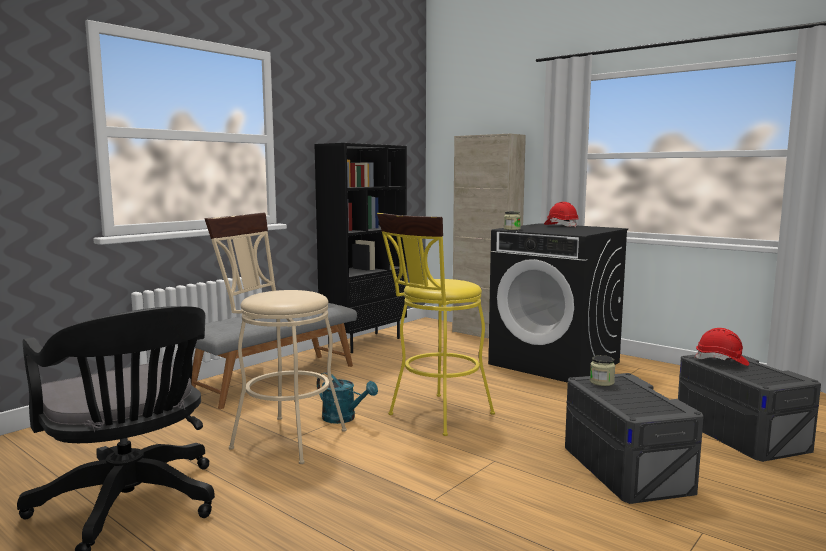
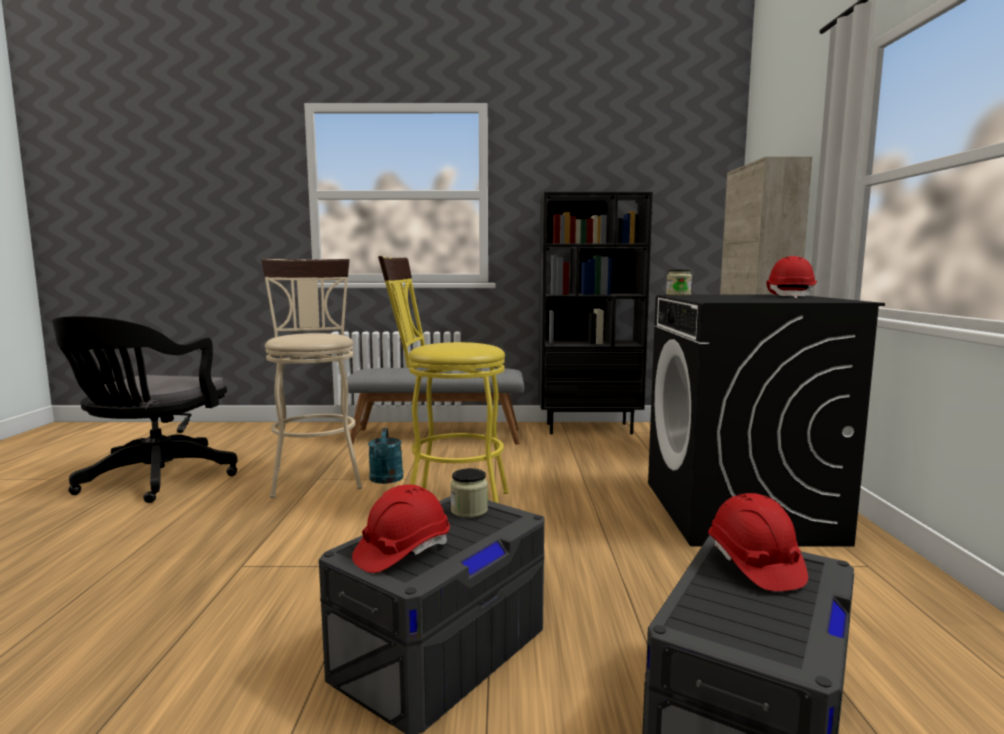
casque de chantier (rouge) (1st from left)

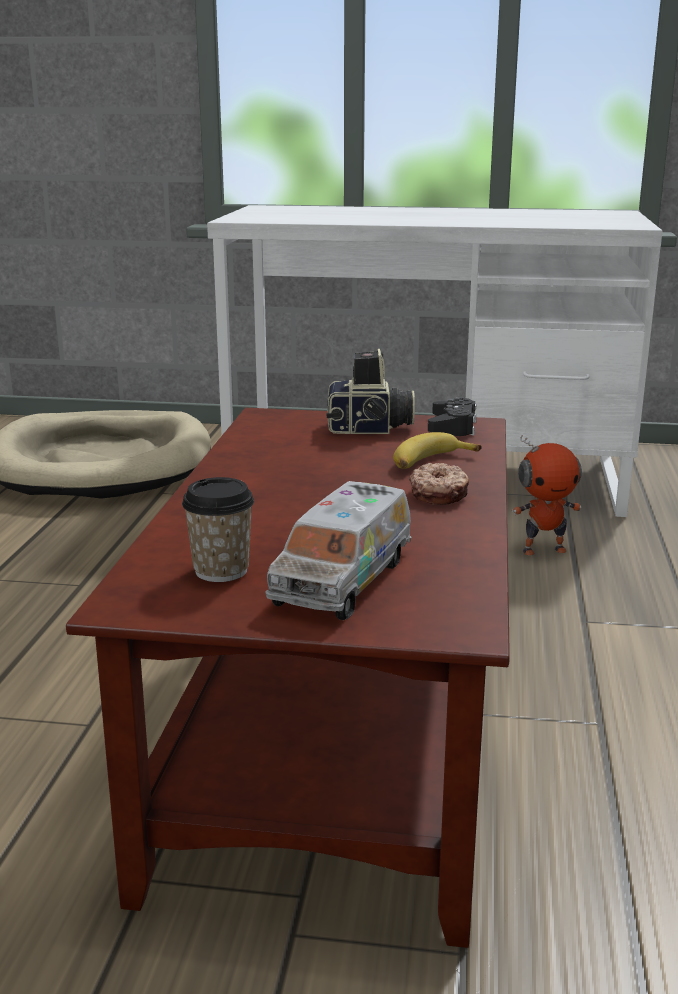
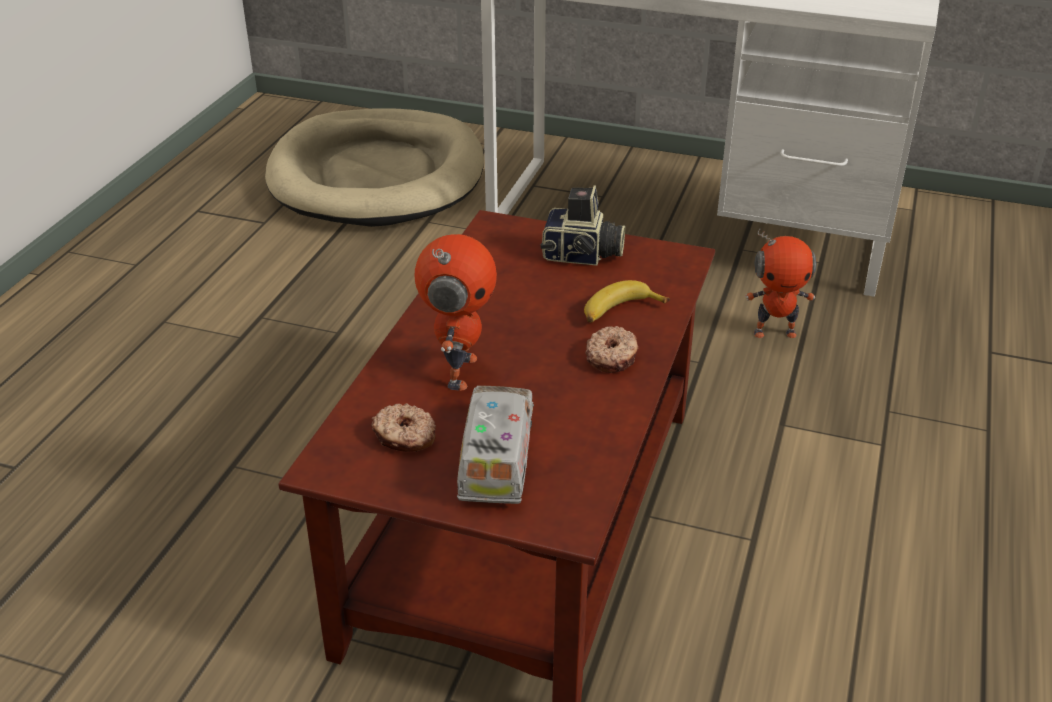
manette (noir)
robot jouet (1st from left)
beignet (1st from left)
camion jouet

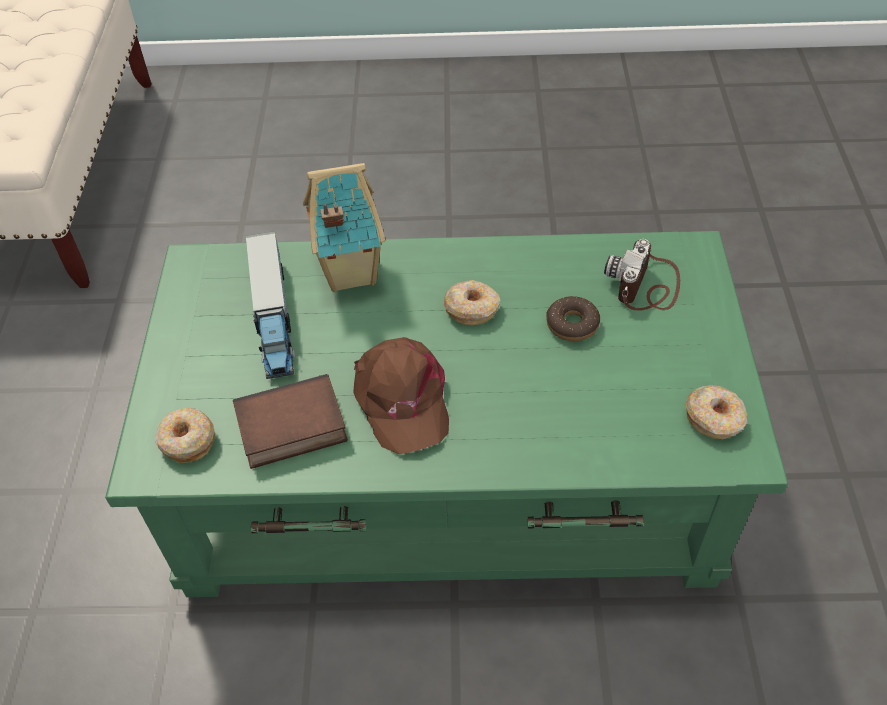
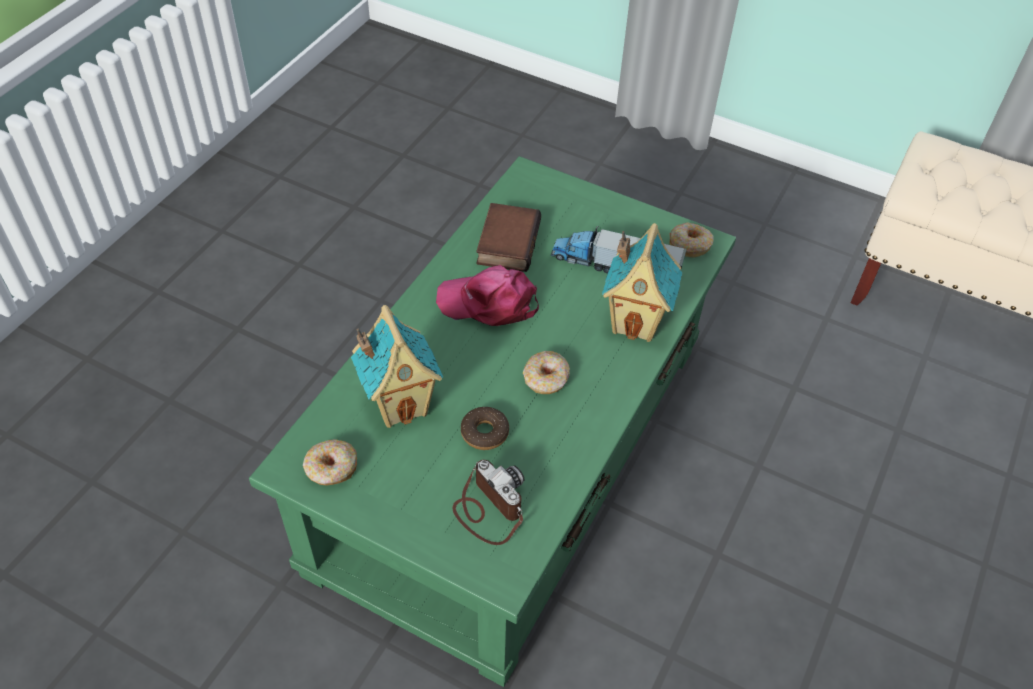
maison miniature (1st from left)
beignet (4th from left)
casquette (rose)

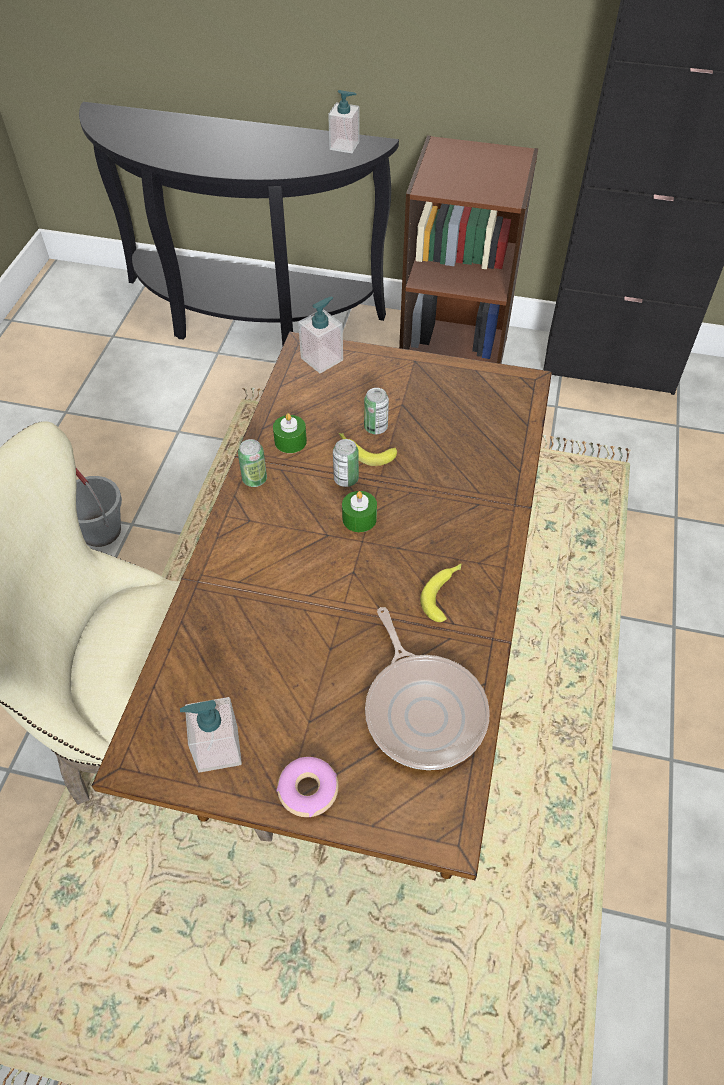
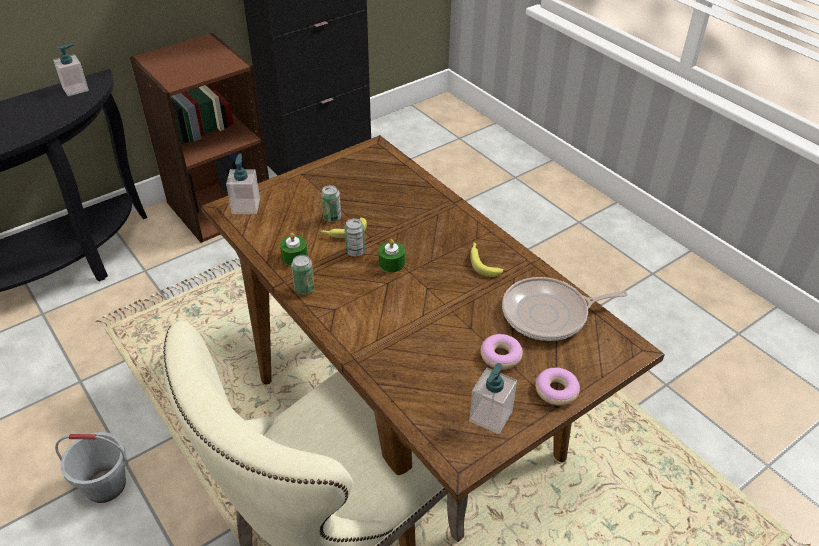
beignet (1st from left)
poêle

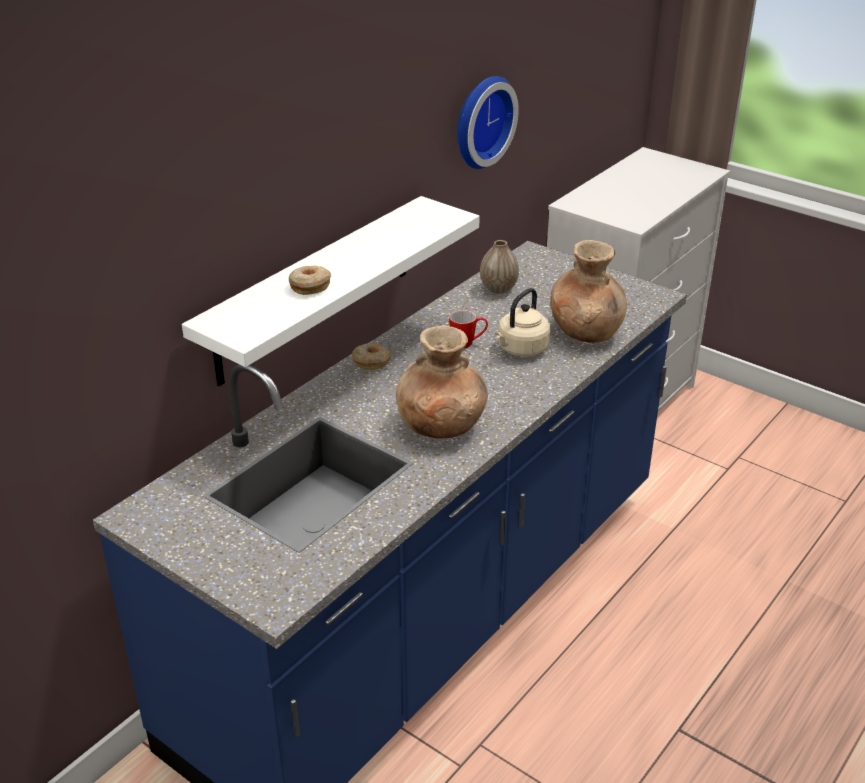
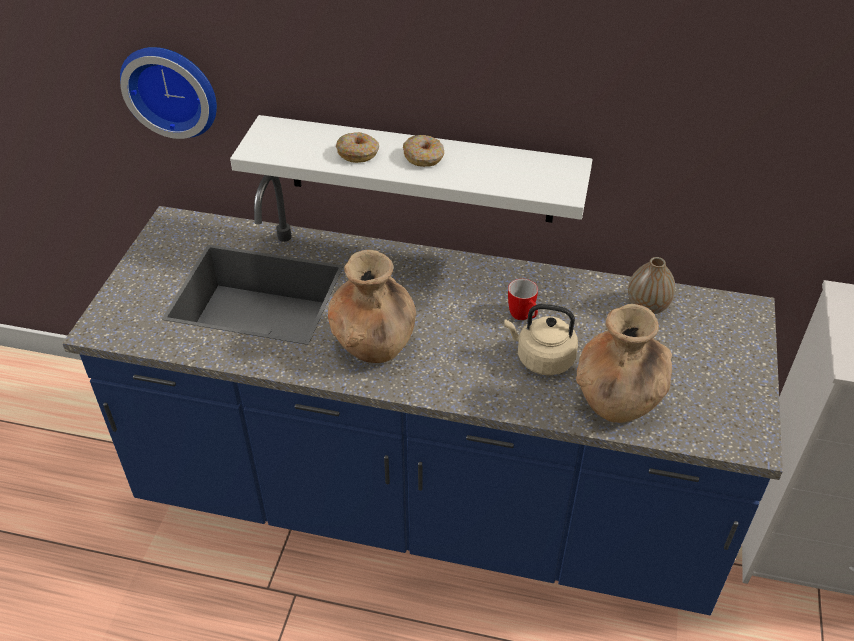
beignet (2nd from left)
horloge murale

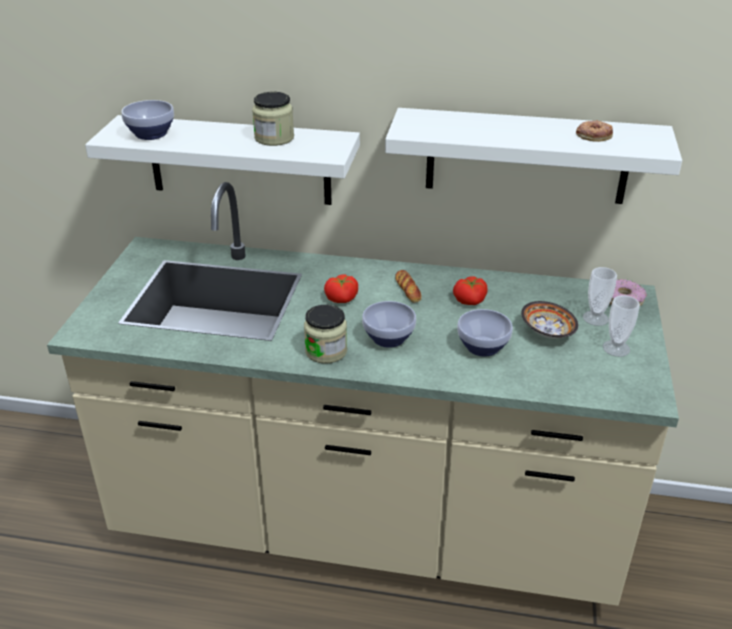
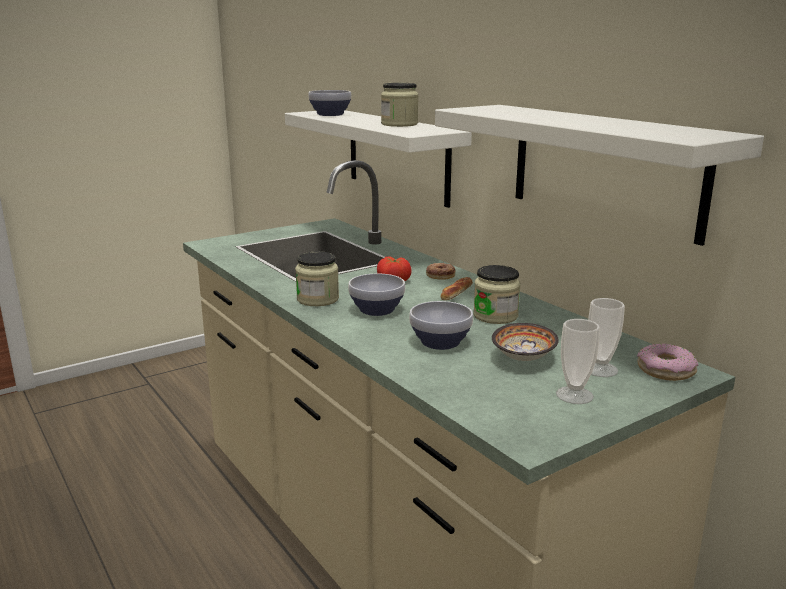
beignet (1st from left)
bocal (3rd from left)

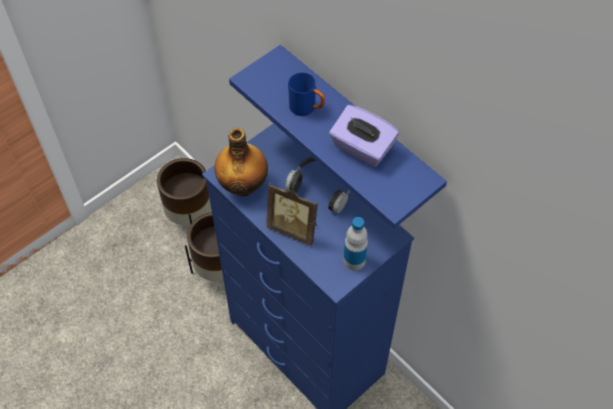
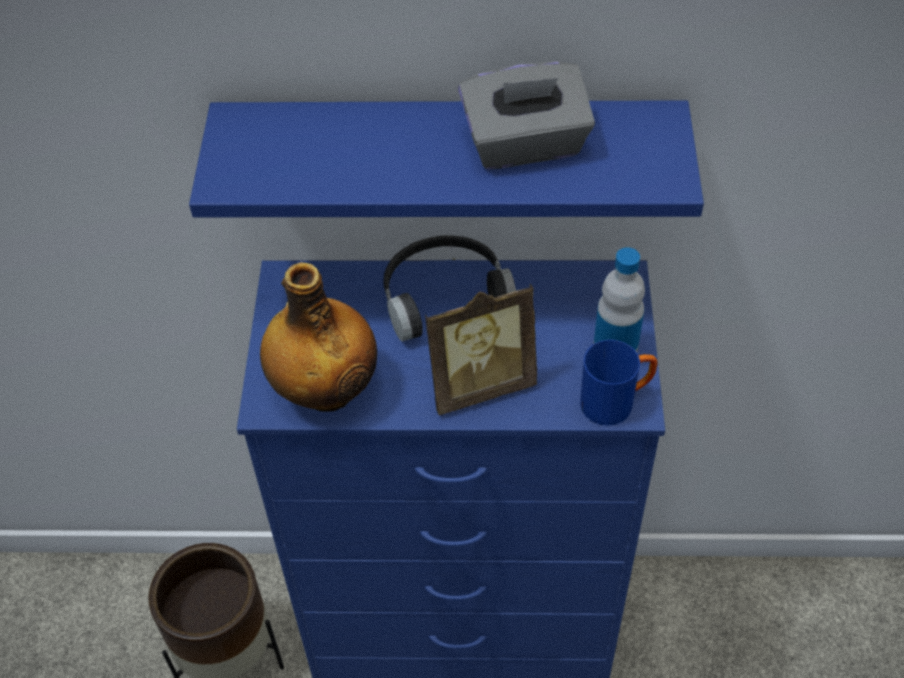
cache-pot (marron) (1st from left in the first image)
mug (bleu)
boîte à mouchoirs (gris)

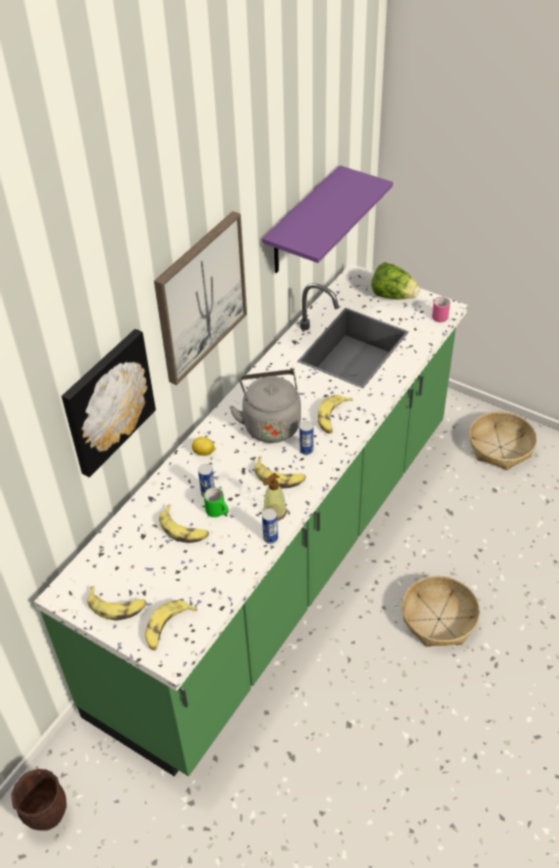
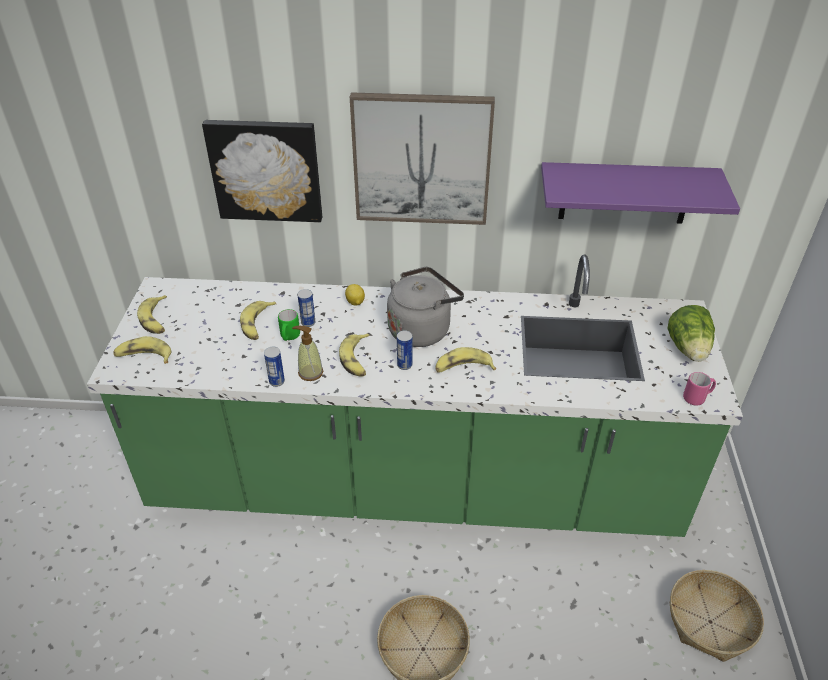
cache-pot (marron)

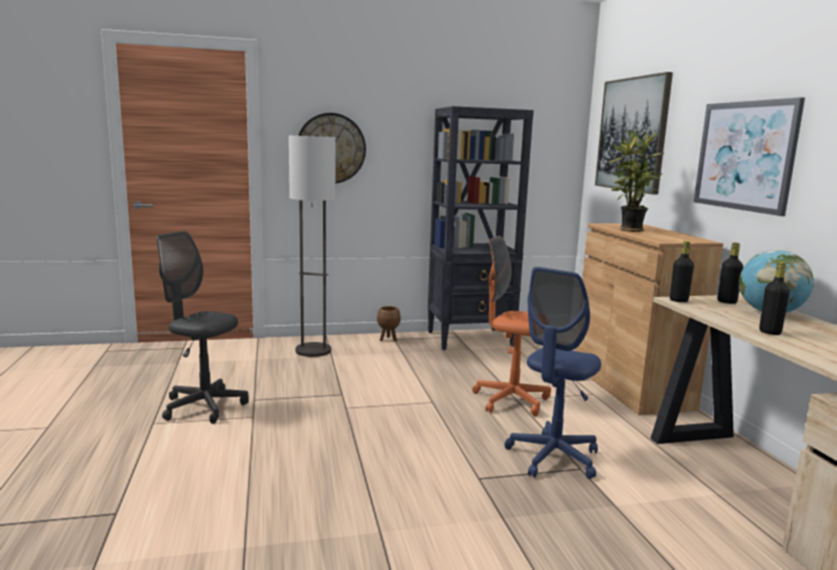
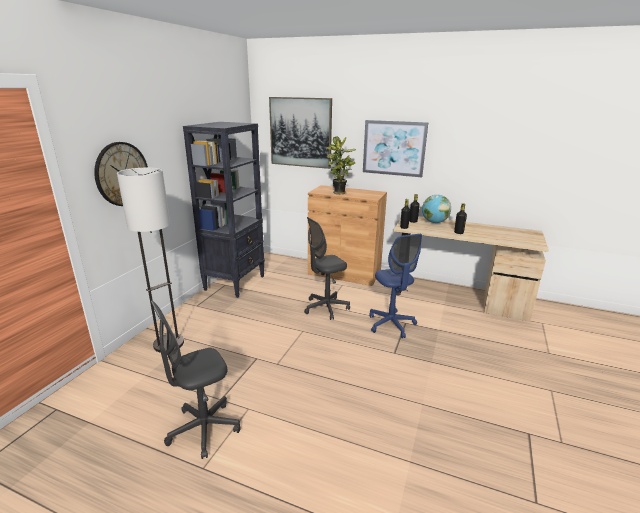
cache-pot (marron)
chaise de bureau (gris) (2nd from left)

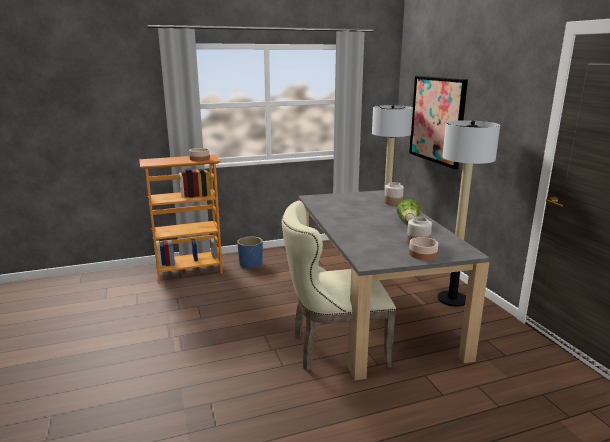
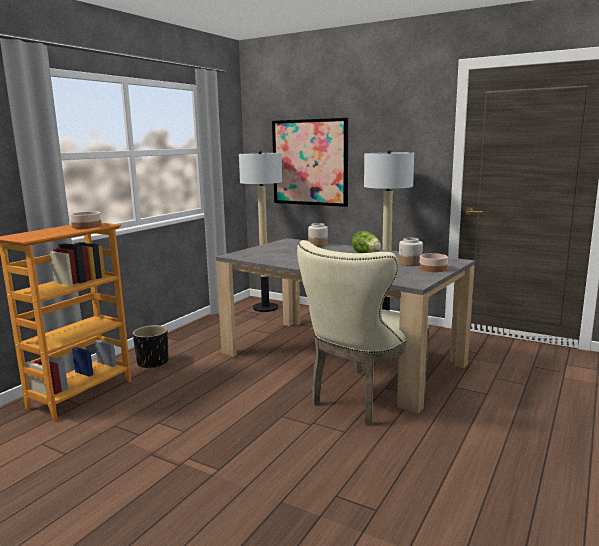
cache-pot (noir)

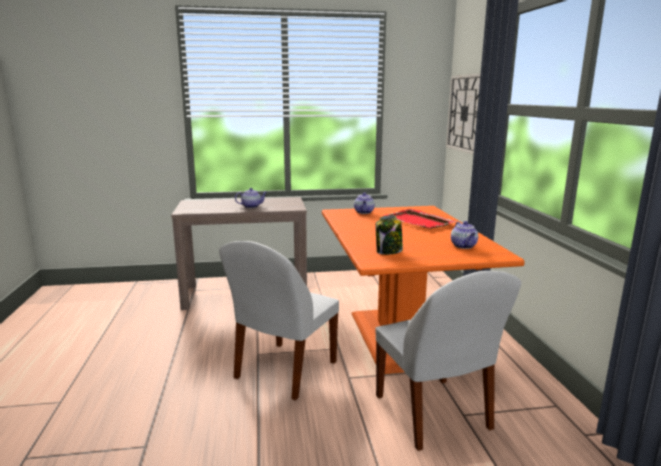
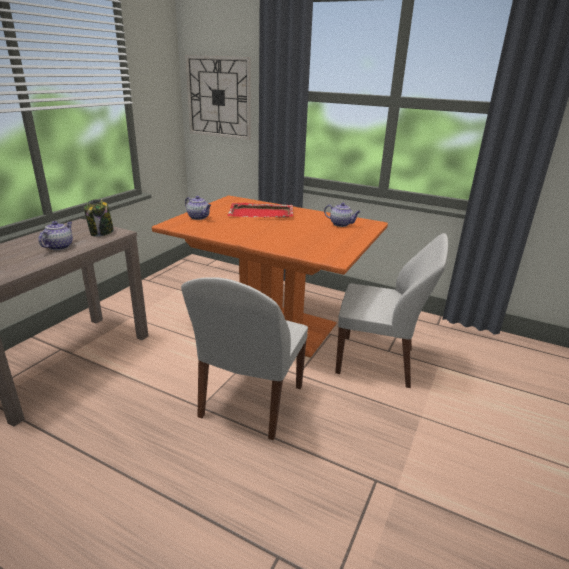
bocal
chaise (blanc) (1st from left)

